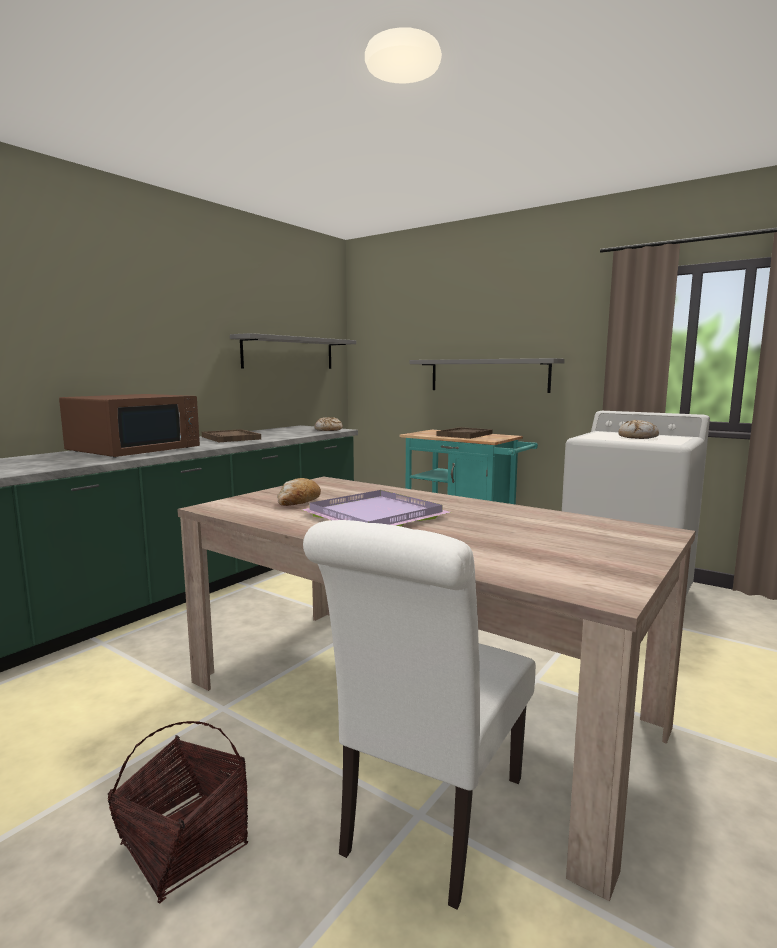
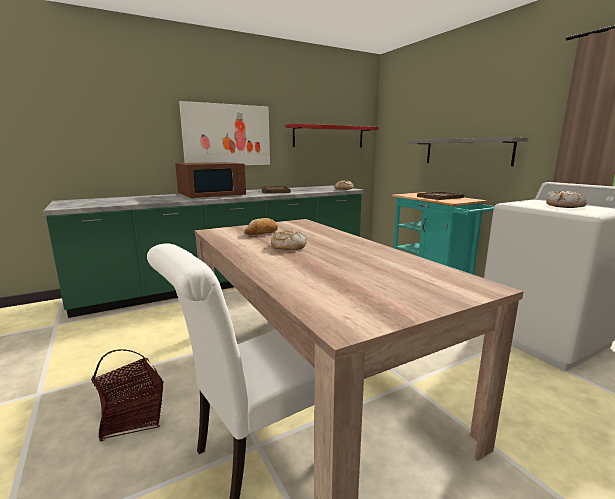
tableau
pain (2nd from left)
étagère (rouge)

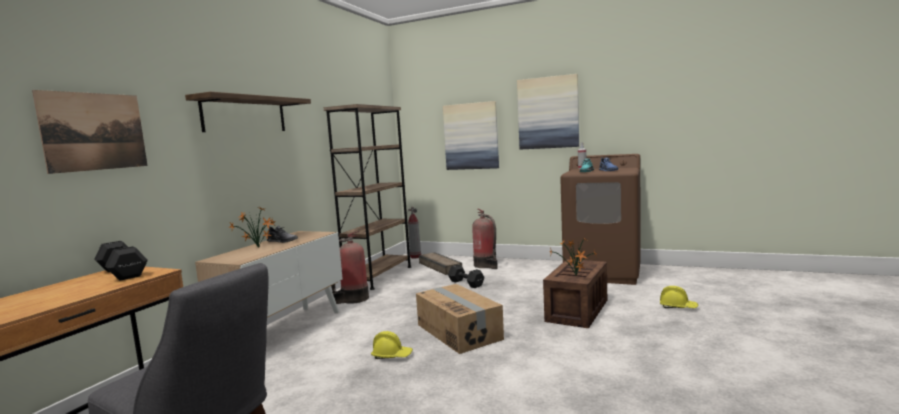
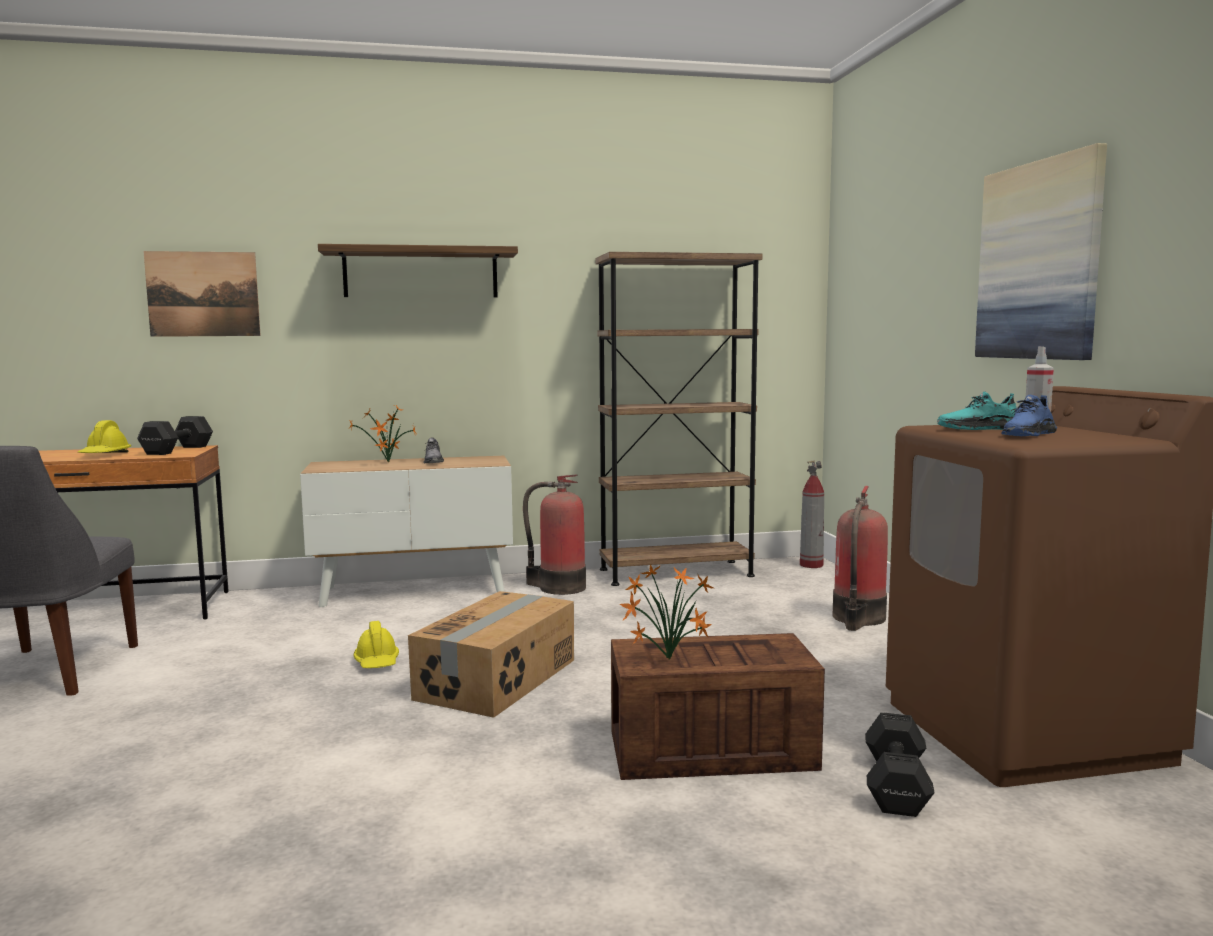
caisse (1st from left in the first image)
tableau (2nd from left in the first image)
haltère (noir) (2nd from left)
casque de chantier (jaune) (1st from left)

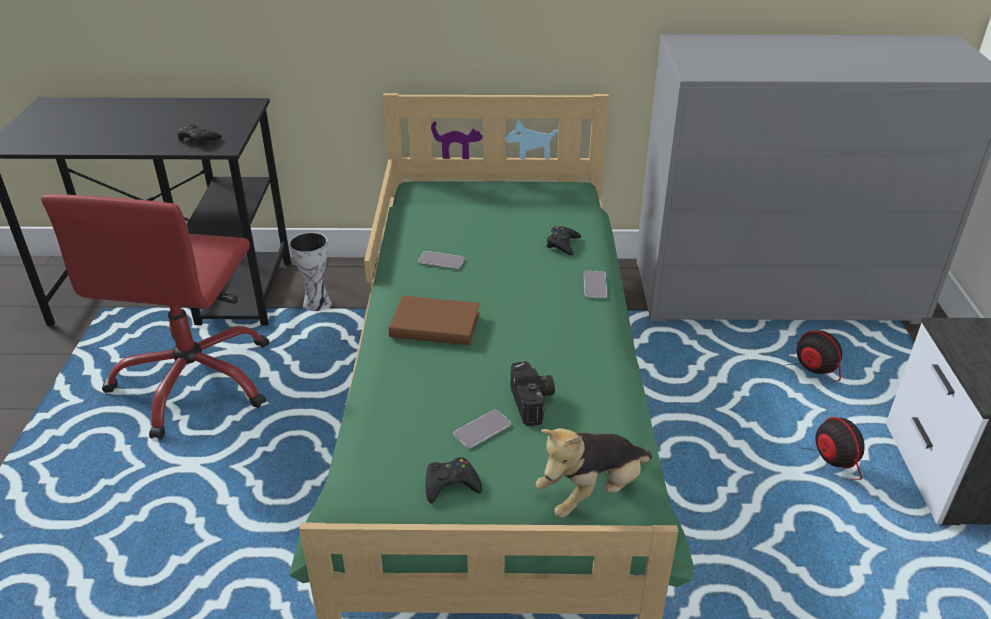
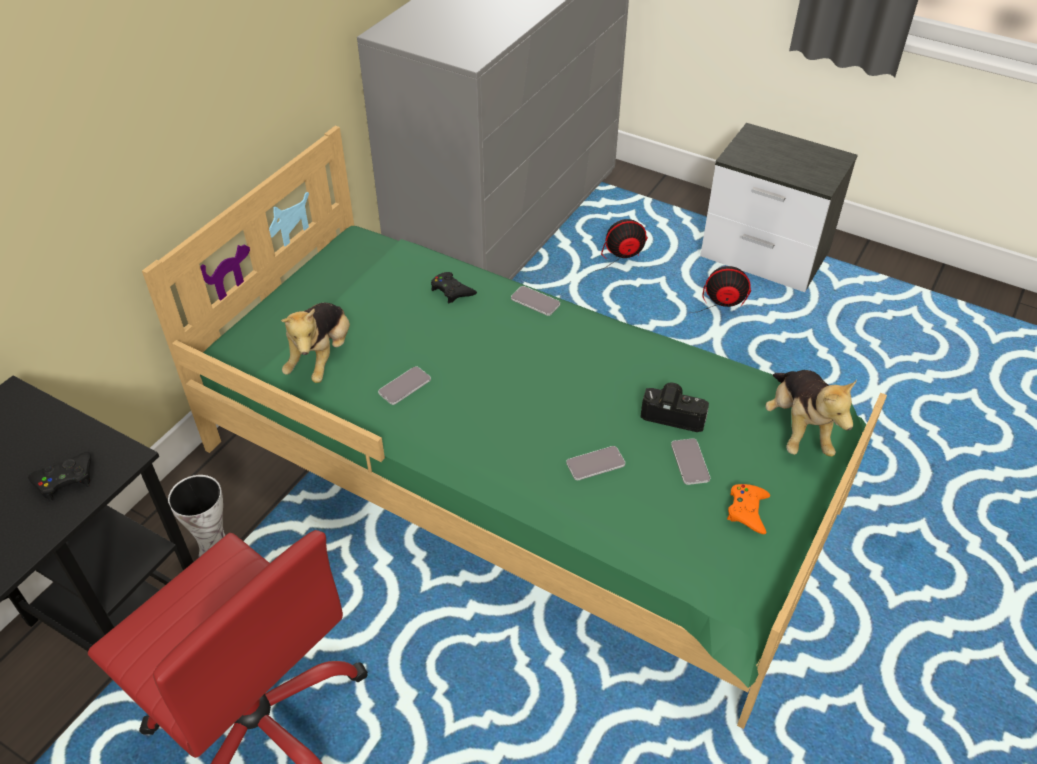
livre (marron)
peluche (1st from left)
téléphone (3rd from left)
manette (orange)

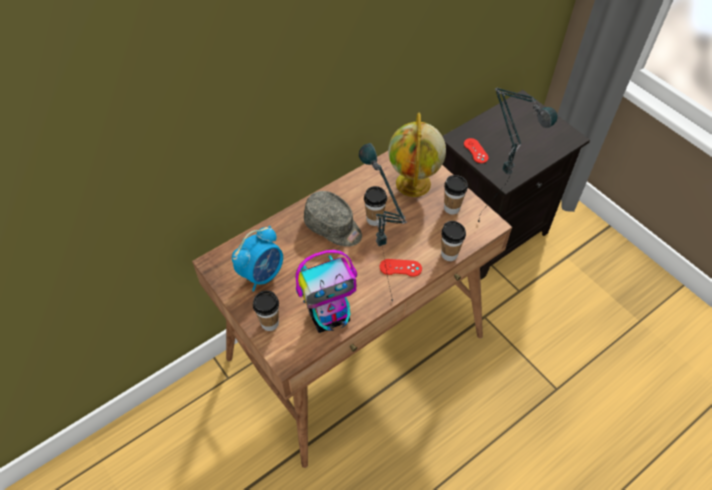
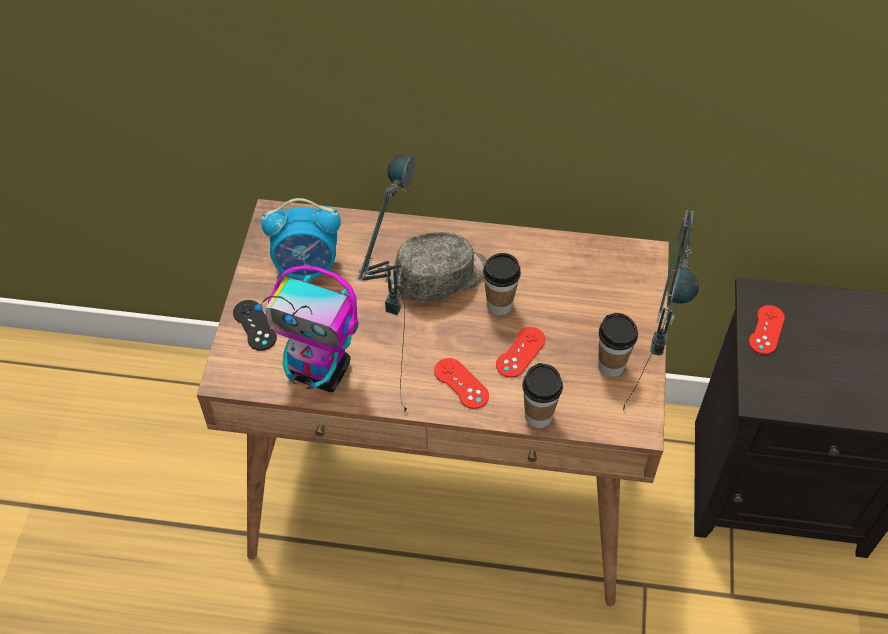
globe
manette (rouge) (2nd from left)
manette (noir)
casquette (gris)

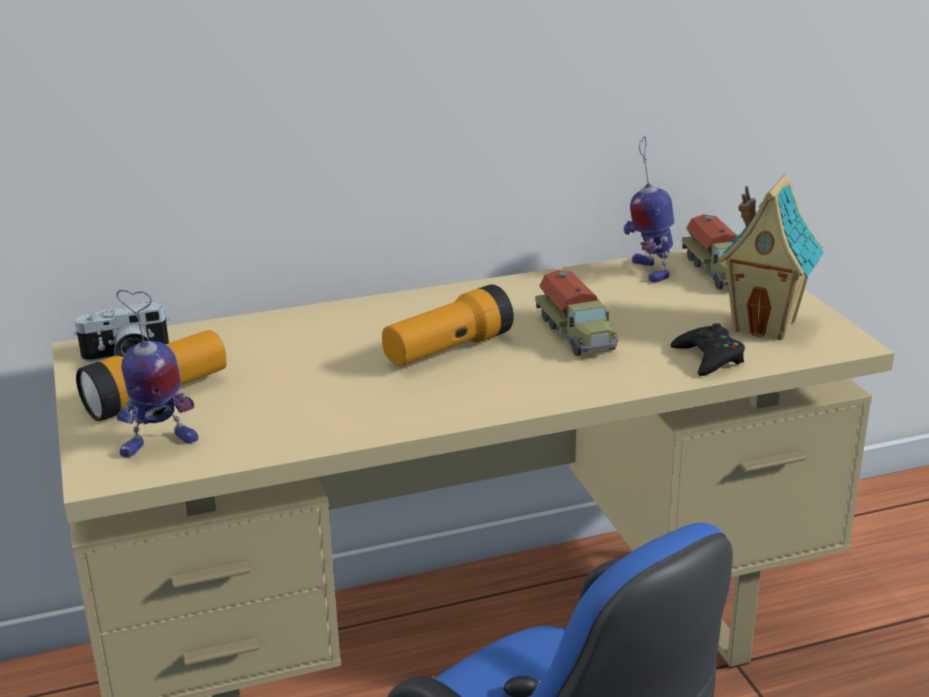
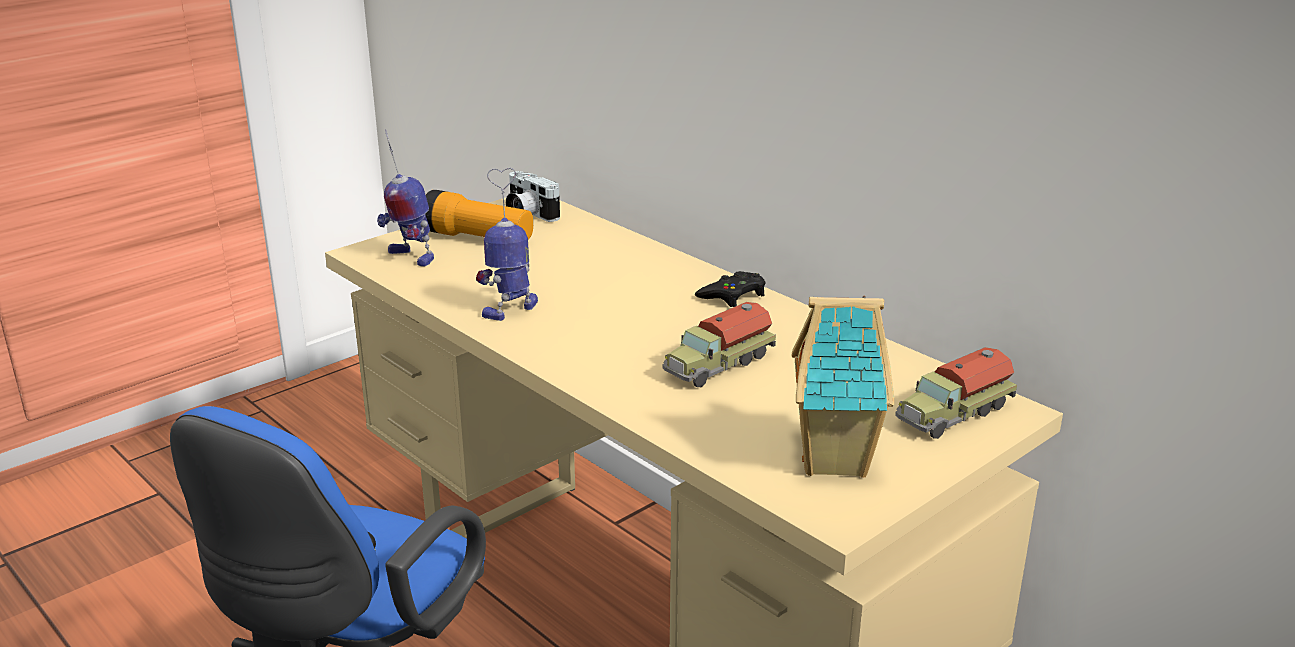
lampe de poche (2nd from left in the first image)
robot jouet (2nd from left)
manette (noir)

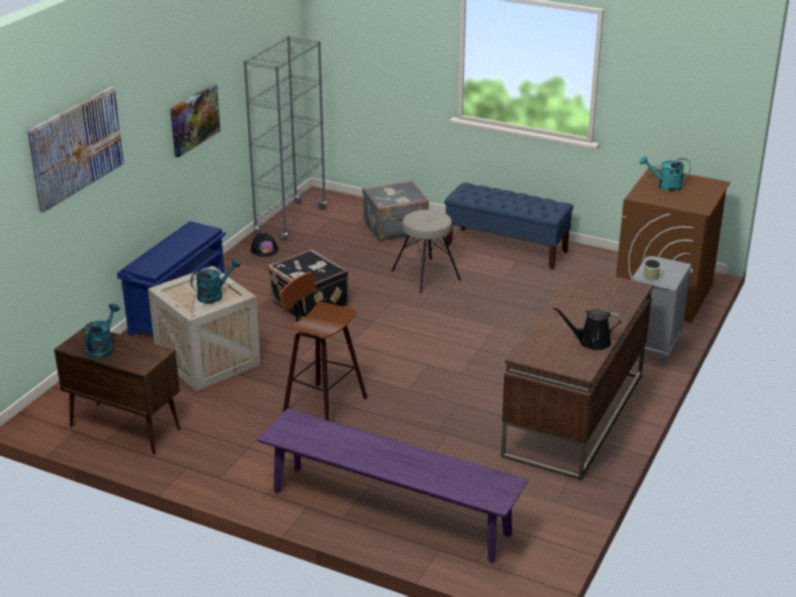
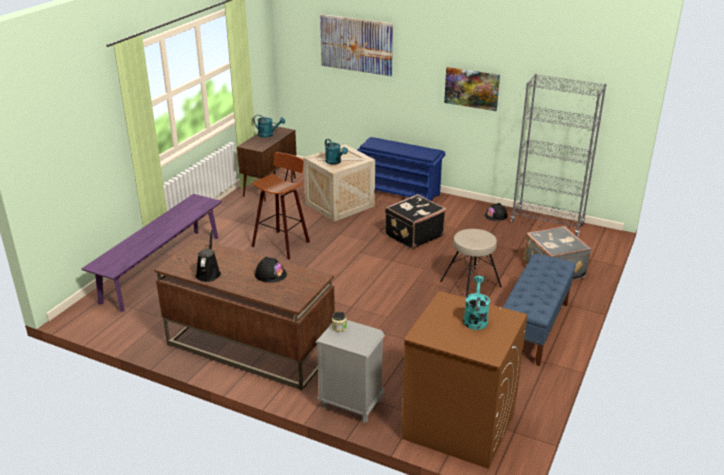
casque de chantier (noir) (1st from left)

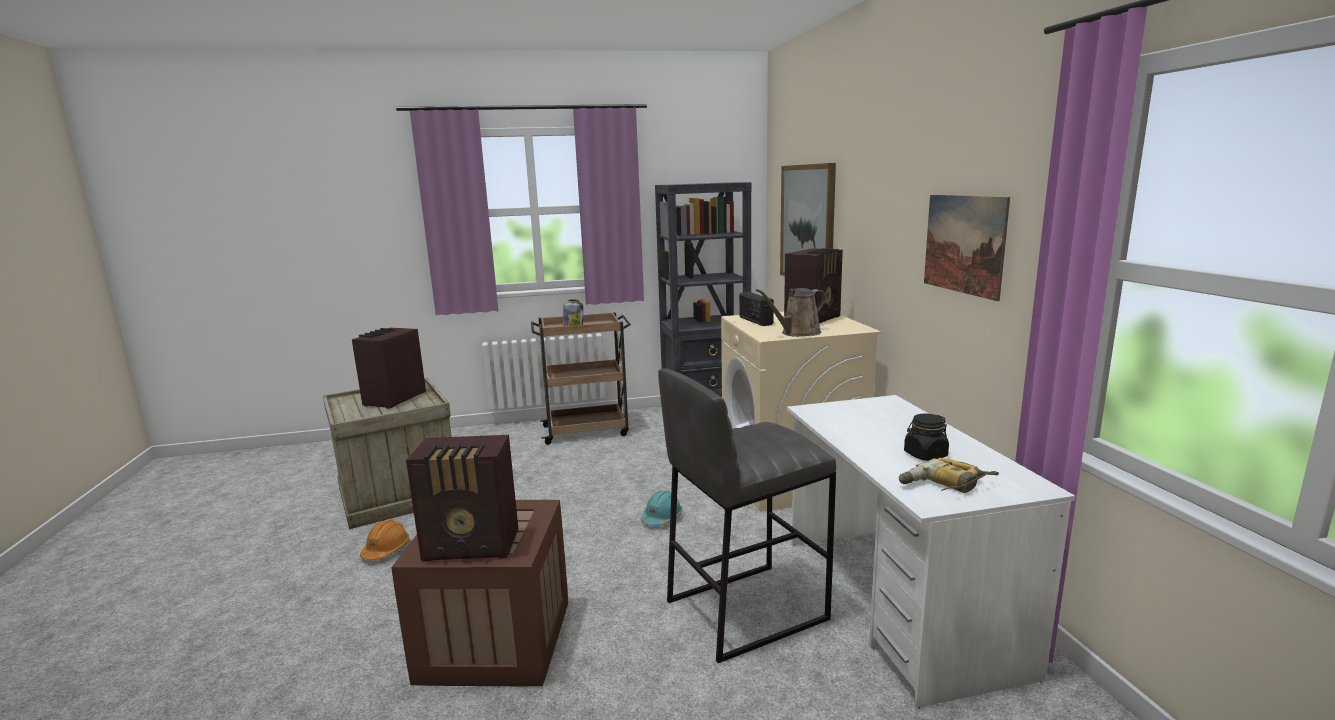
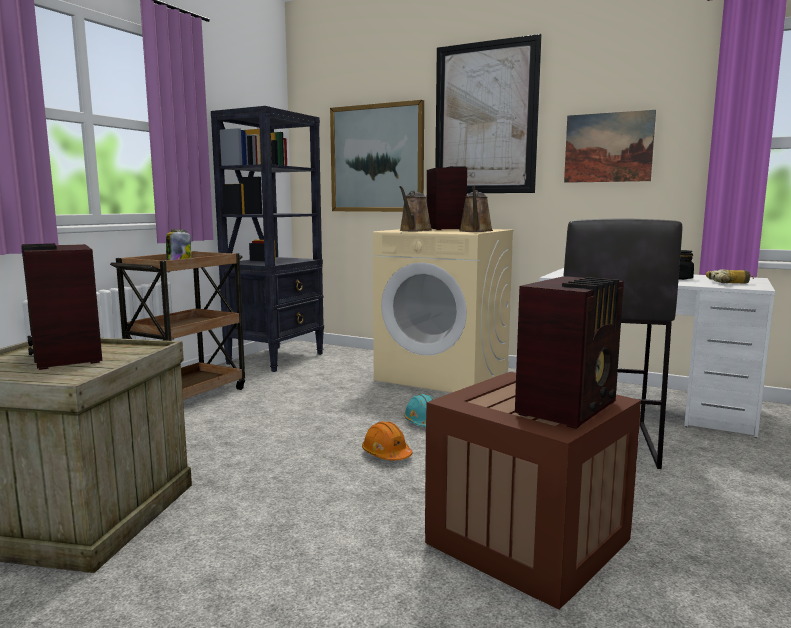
tableau (2nd from left)
casque de chantier (orange)
arrosoir (marron) (1st from left)

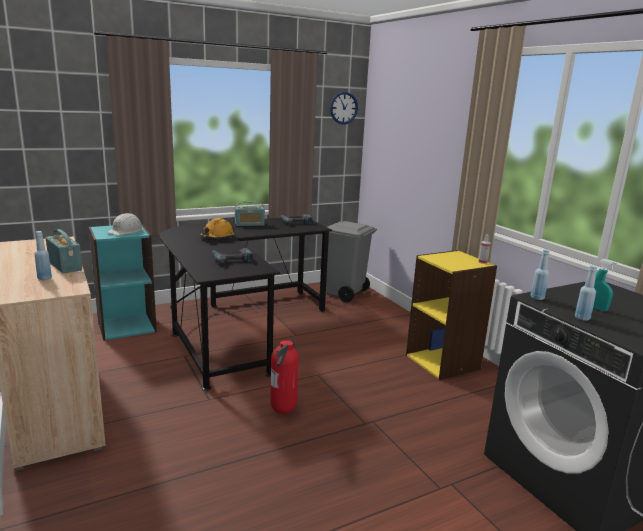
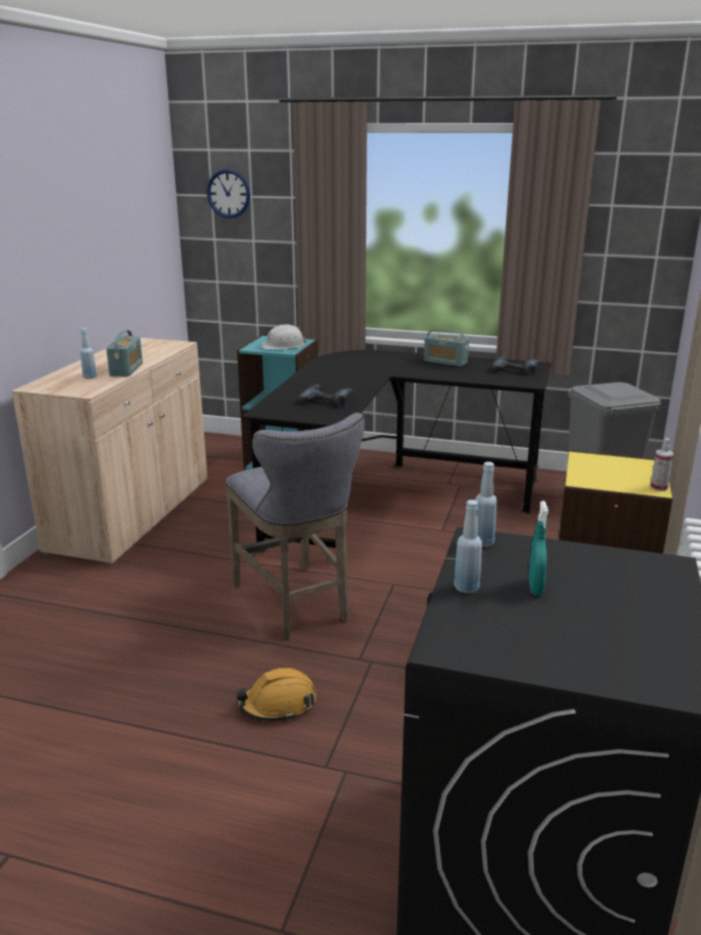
casque de chantier (orange)
horloge murale
tabouret (gris)

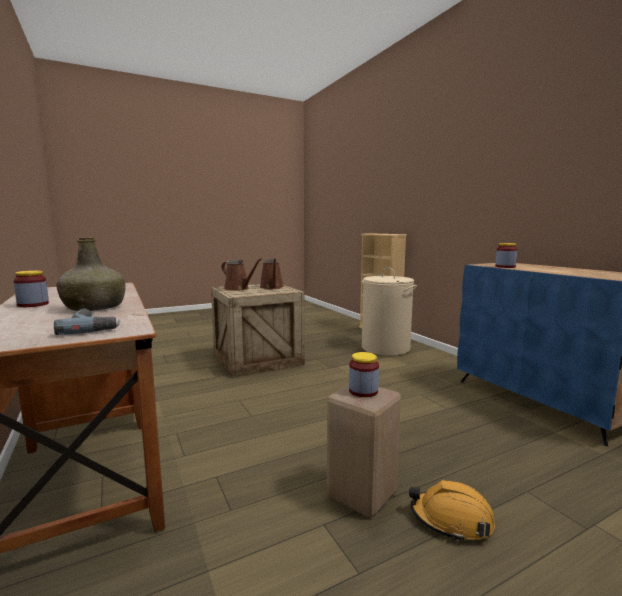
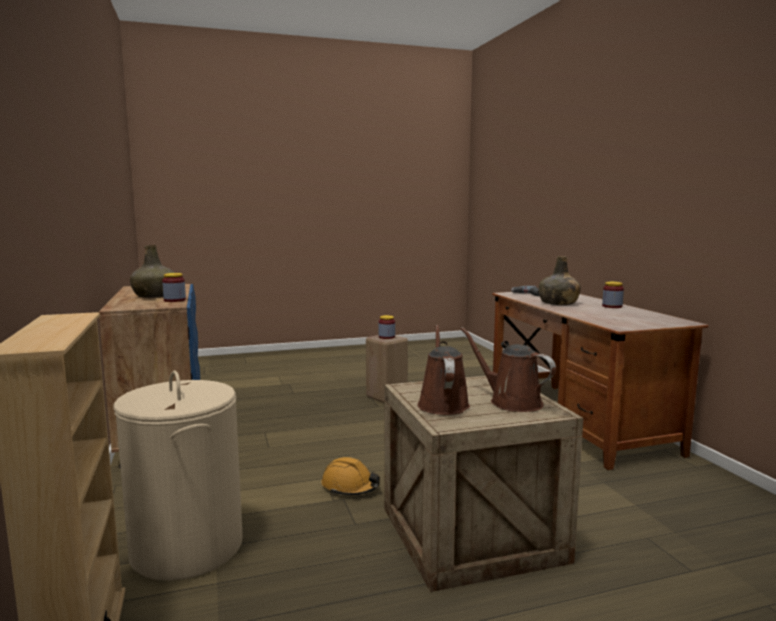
bouteille (vert) (1st from left)
casque de chantier (orange)

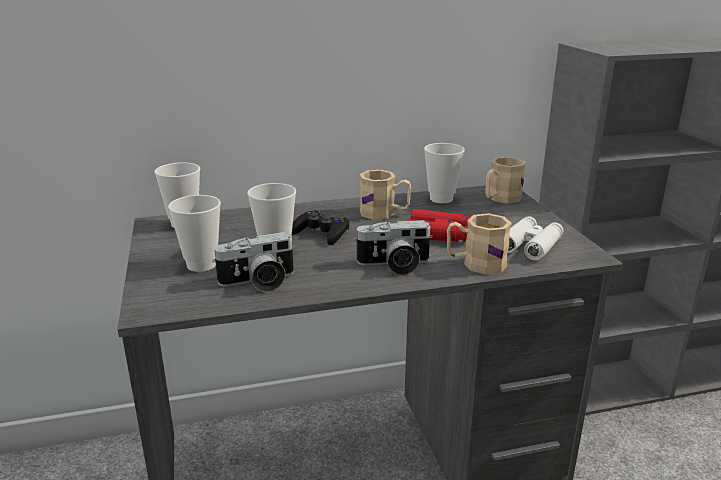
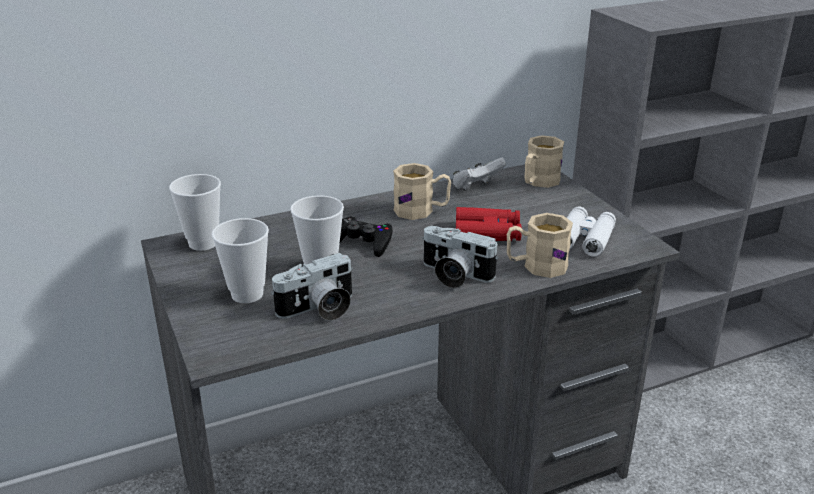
manette (blanc)
appareil photo (2nd from left)

